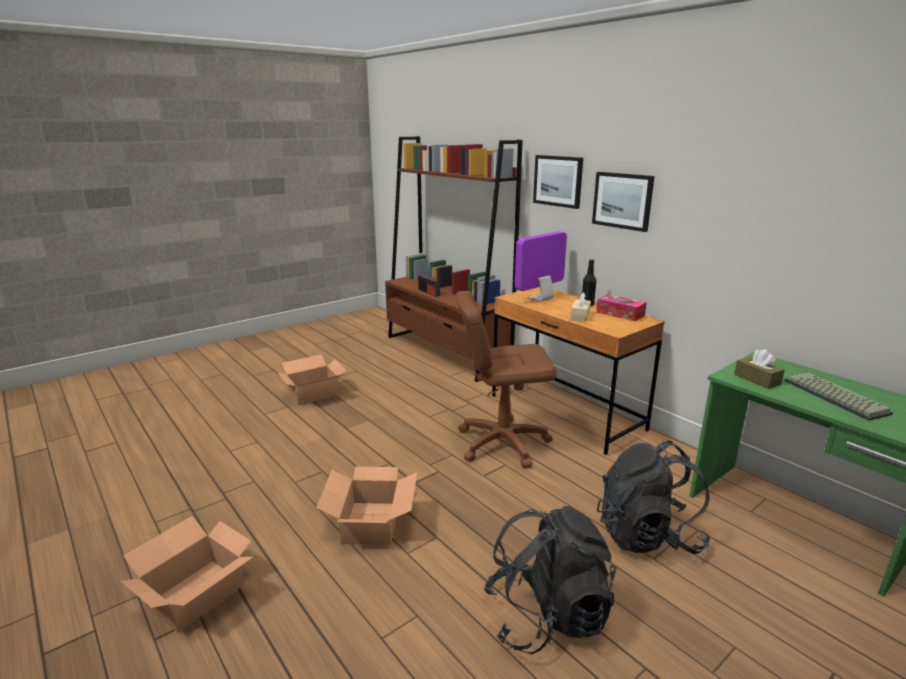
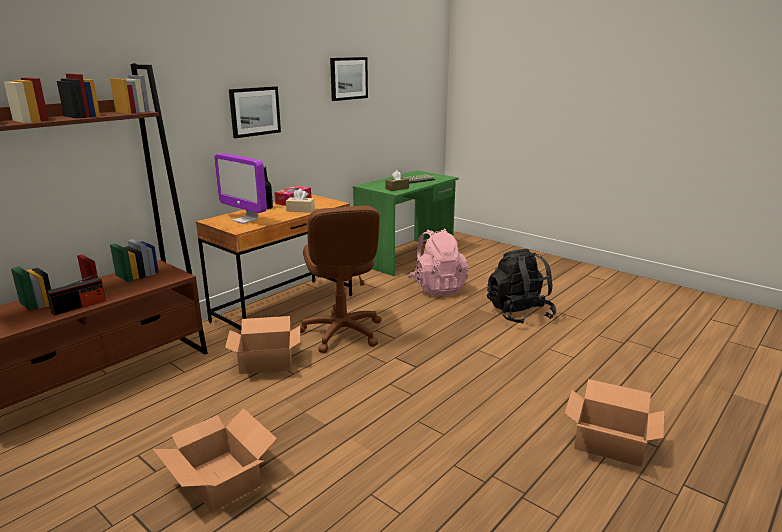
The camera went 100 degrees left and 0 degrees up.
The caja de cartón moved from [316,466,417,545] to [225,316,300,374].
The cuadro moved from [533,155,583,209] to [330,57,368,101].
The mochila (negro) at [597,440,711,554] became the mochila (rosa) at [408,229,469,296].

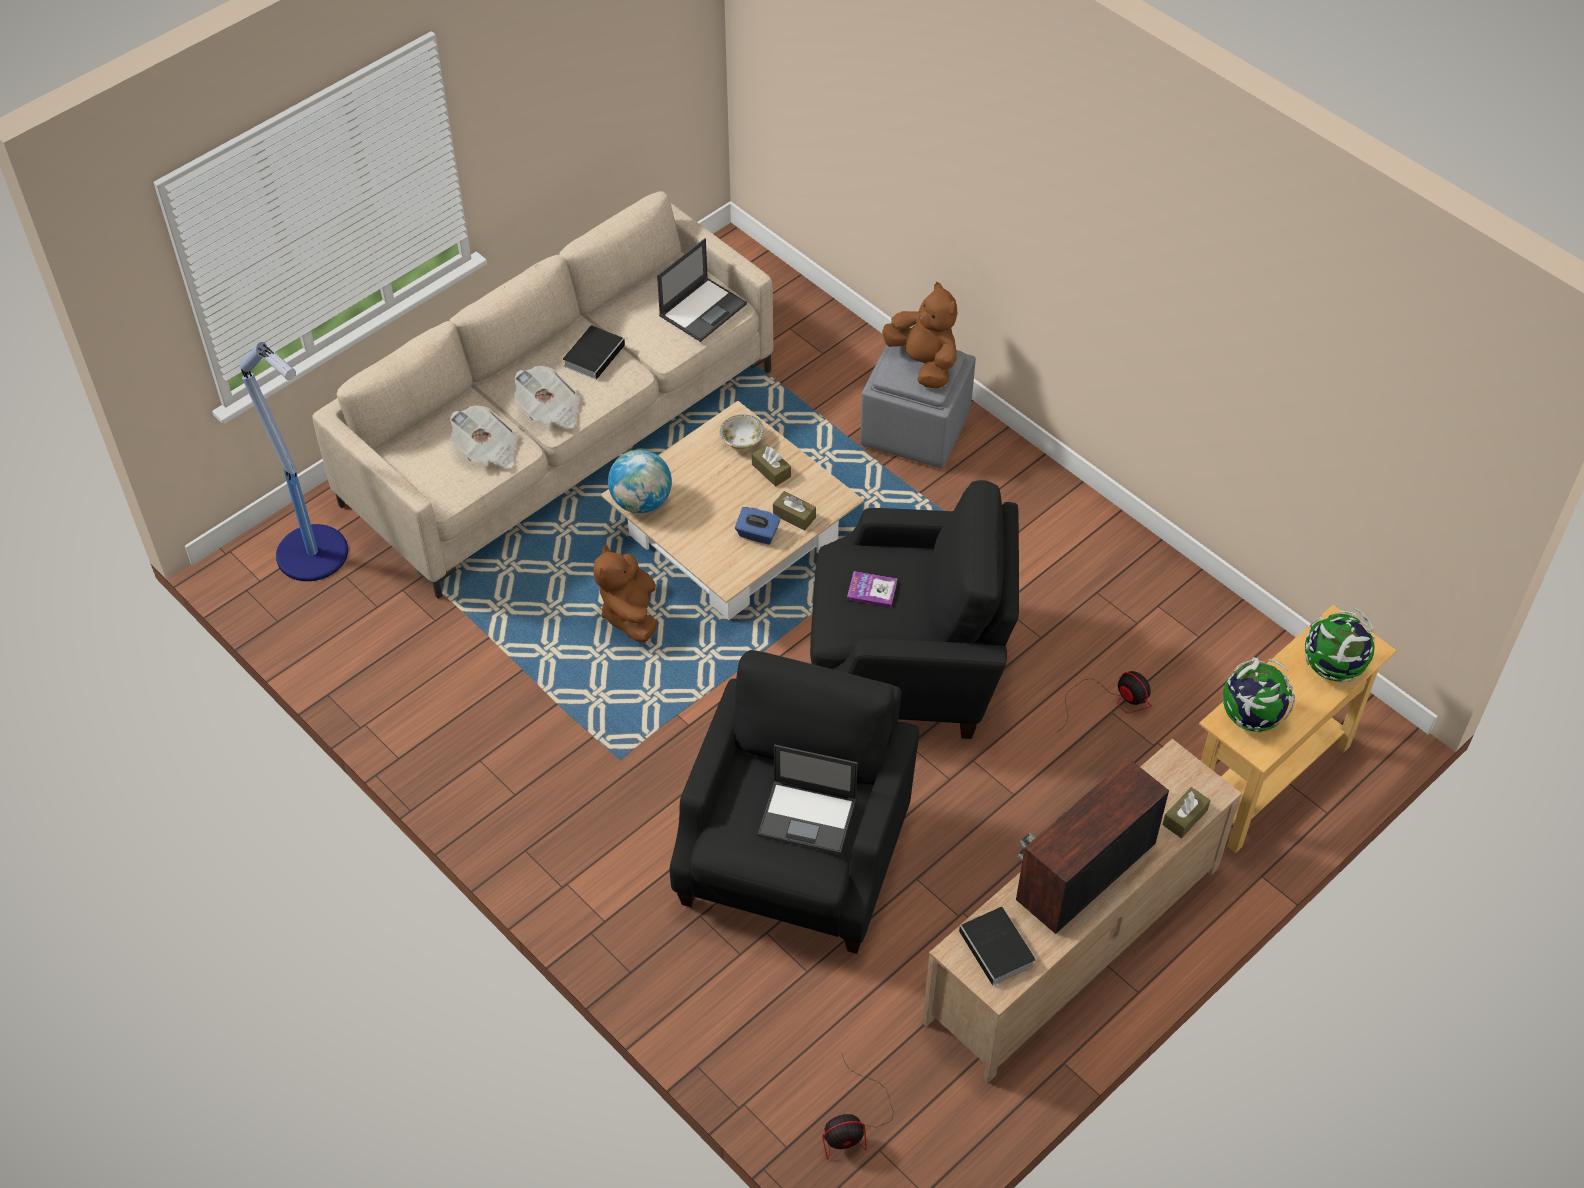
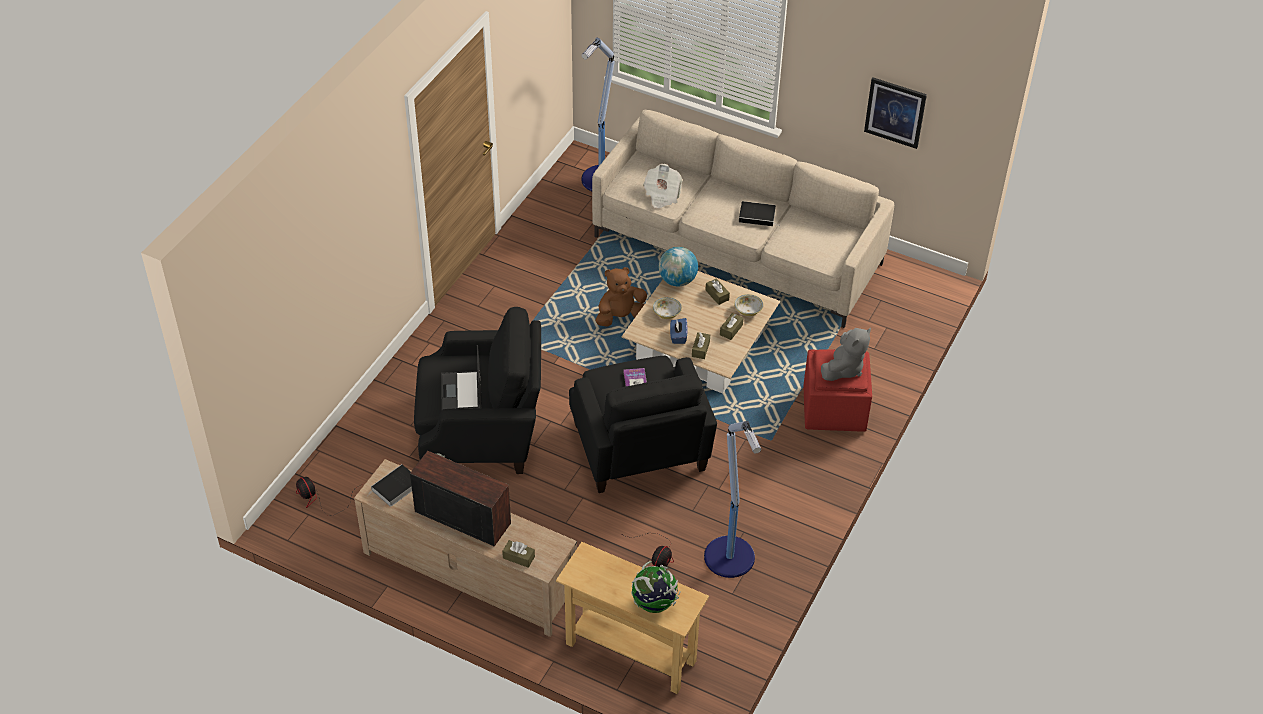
The camera went 70 degrees right and 5 degrees down.
The periódico at [514,366,581,429] disappeared.
The portátil at [657,238,747,342] disappeared.
The puf (gris) at [860,345,976,468] became the puf (rojo) at [804,349,872,432].
The peluche (marrón) at [882,282,957,389] became the peluche (gris) at [821,328,871,381].
The globo terráqueo at [1223,657,1295,732] disappeared.
The cuenco at [653,297,682,319] appeared.
The lámpara de pie at [704,421,761,578] appeared.
The caja de pañuelos (marrón) at [706,279,730,305] appeared.
The cuadro at [864,77,927,149] appeared.

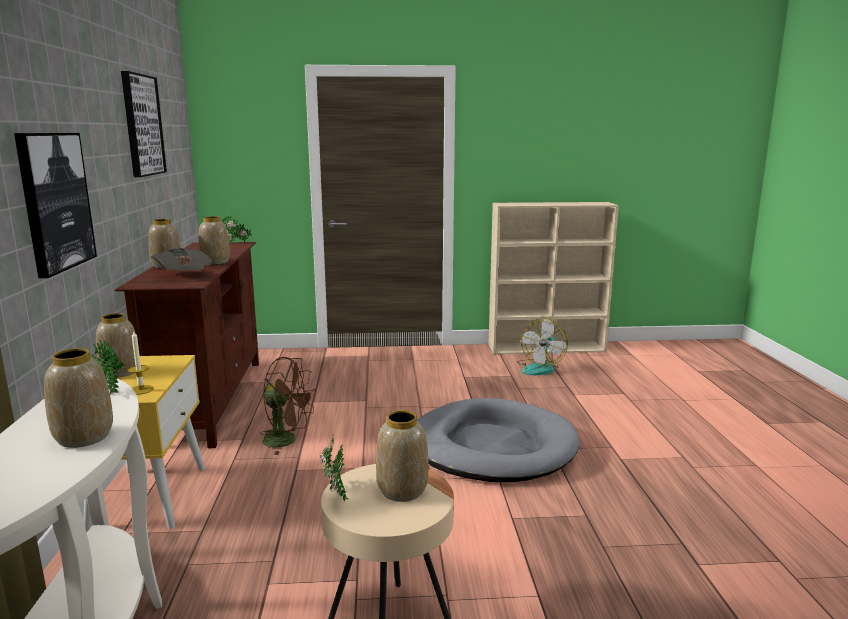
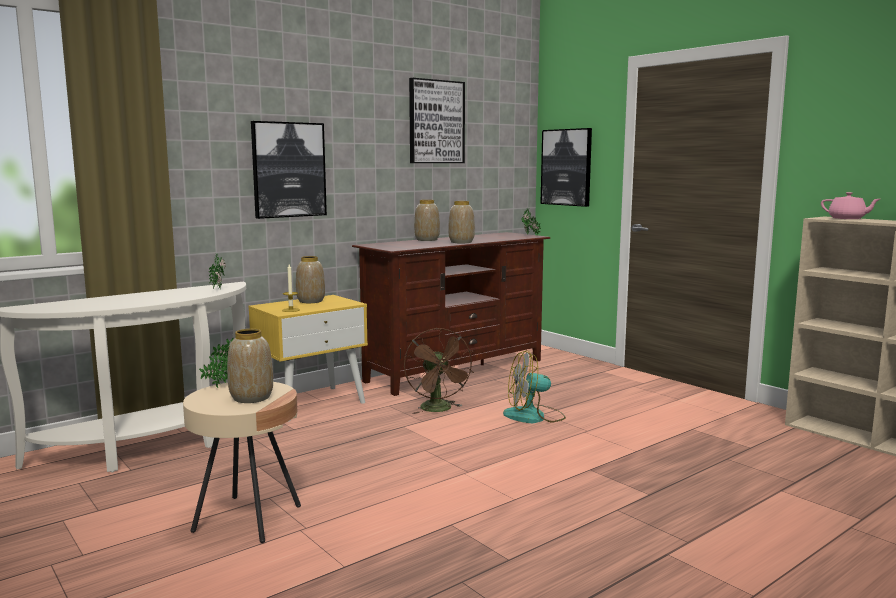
The camera went 55 degrees right and 5 degrees down.
The florero at [44,348,113,448] disappeared.
The periódico at [151,248,213,271] disappeared.
The cama para perro (gris) at [417,398,580,482] disappeared.
The ventilador moved from [517,318,568,375] to [503,350,566,423].
The cuadro at [540,128,592,207] appeared.
The tetera (rosa) at [821,192,880,219] appeared.

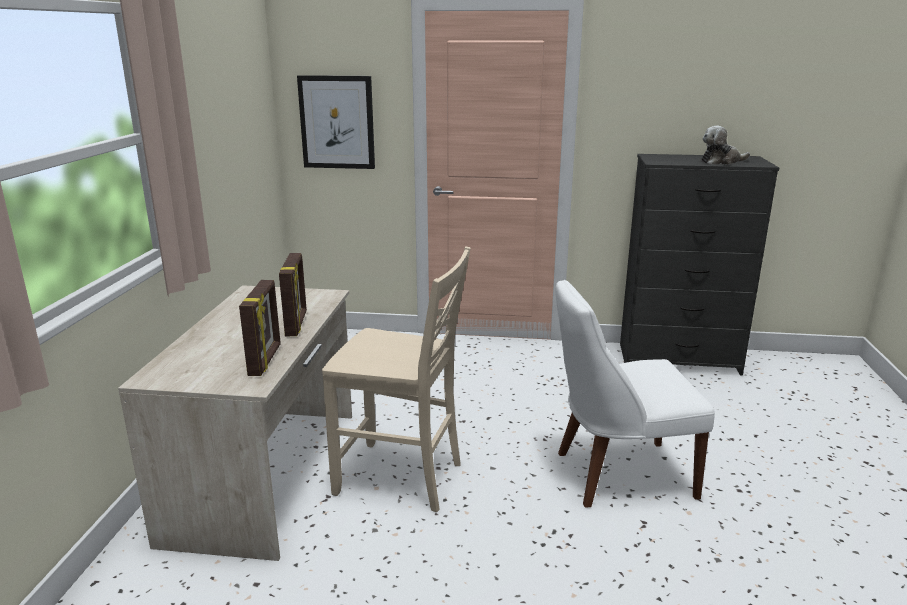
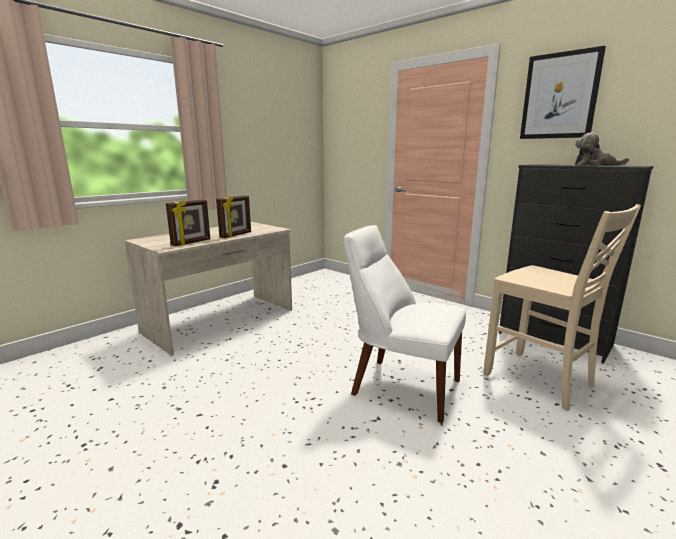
The camera went 35 degrees right and 5 degrees down.
The cuadro moved from [297,75,375,169] to [520,46,606,139].
The silla (beis) moved from [322,246,471,512] to [483,204,641,411].

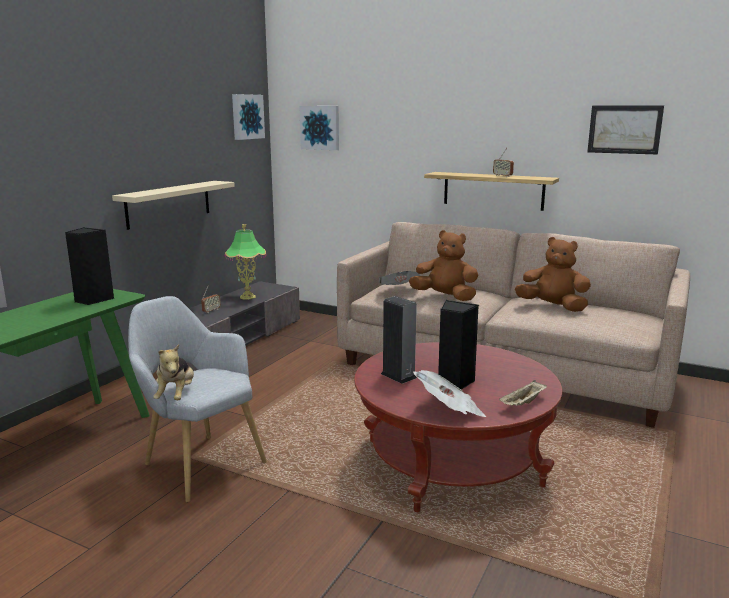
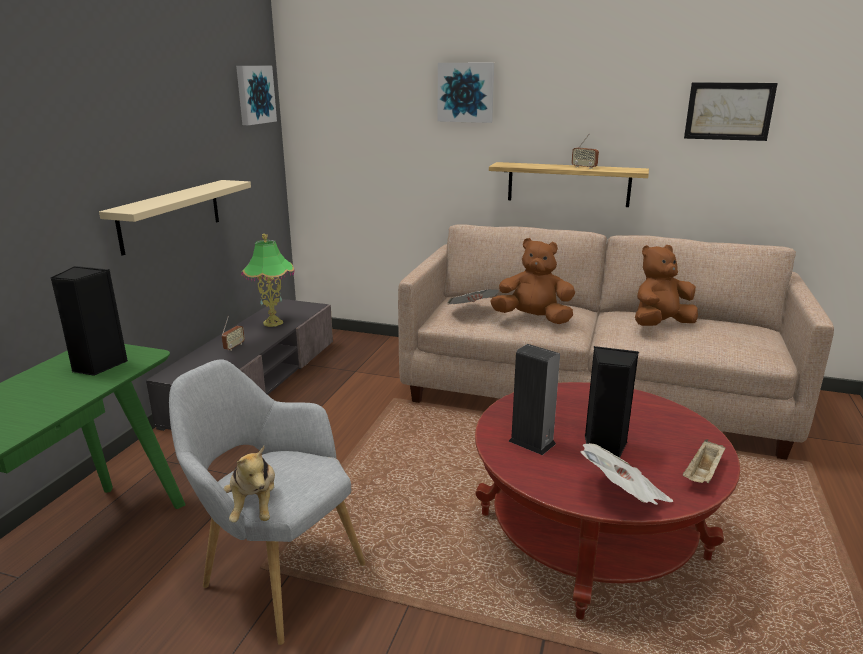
The camera went 10 degrees left and 5 degrees up.
The cuadro moved from [299,106,339,150] to [438,63,494,123].
The peluche (marrón) at [515,237,591,312] turned 45 degrees counterclockwise.

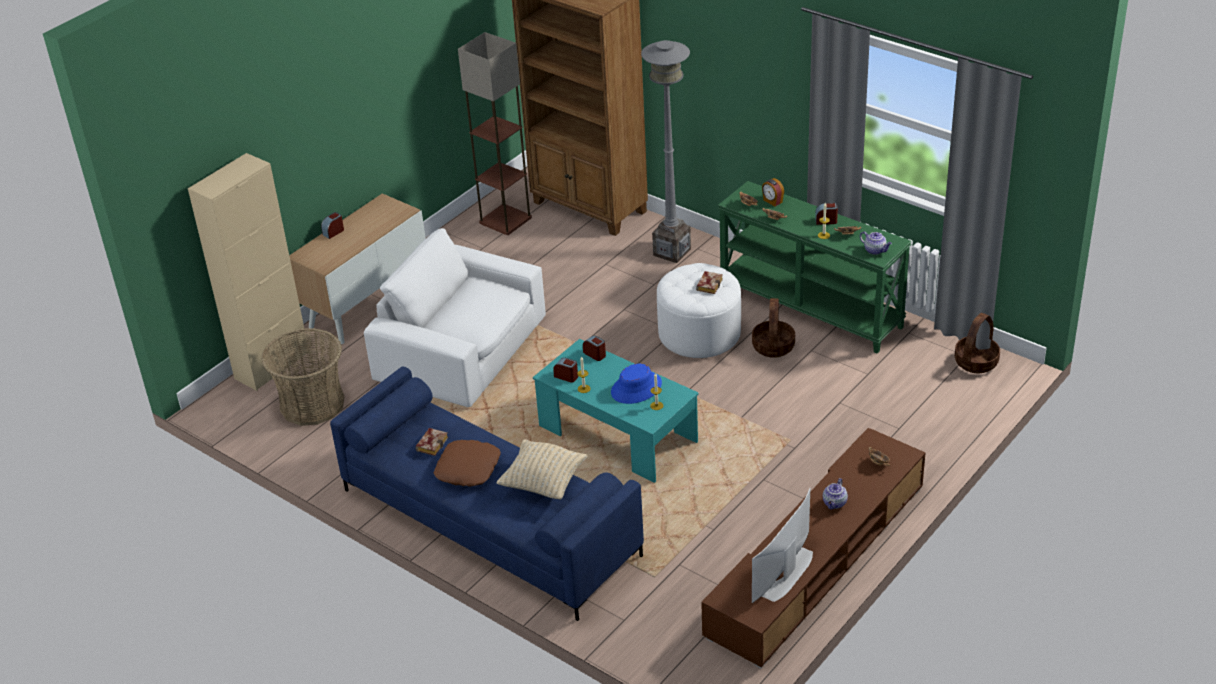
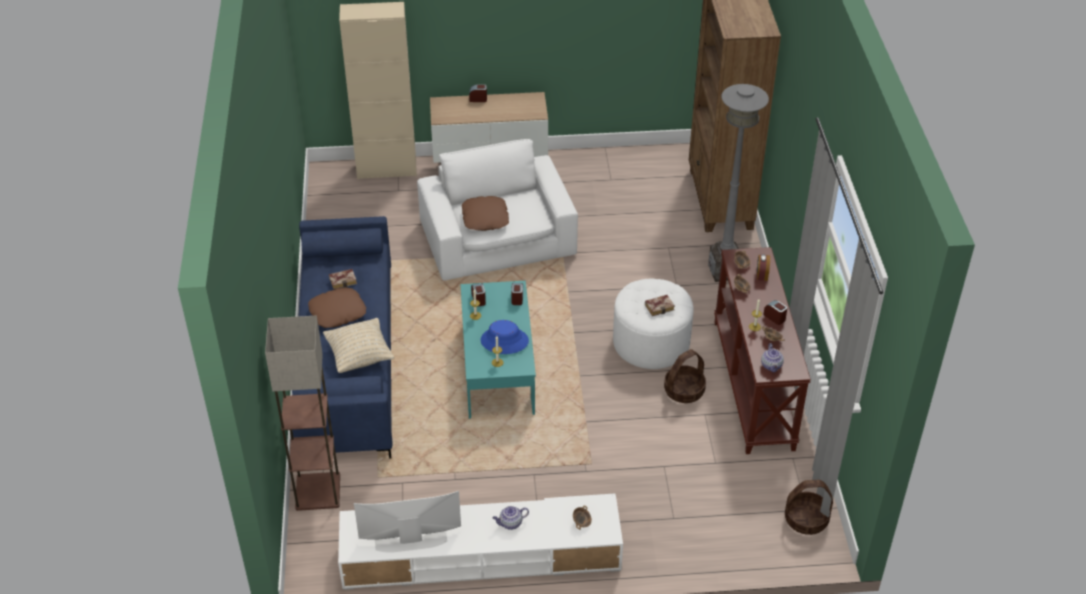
The camera went 45 degrees right and 5 degrees up.
The cesta at [262,328,344,426] disappeared.
The lámpara de pie moved from [458,32,532,235] to [265,315,340,511].
The mueble de televisión (marrón) at [701,428,925,668] became the mueble de televisión (blanco) at [338,493,623,590].
The mesa consola (verde) at [718,181,912,354] became the mesa consola (marrón) at [714,247,811,454].
The cojín (marrón) at [462,196,509,231] appeared.

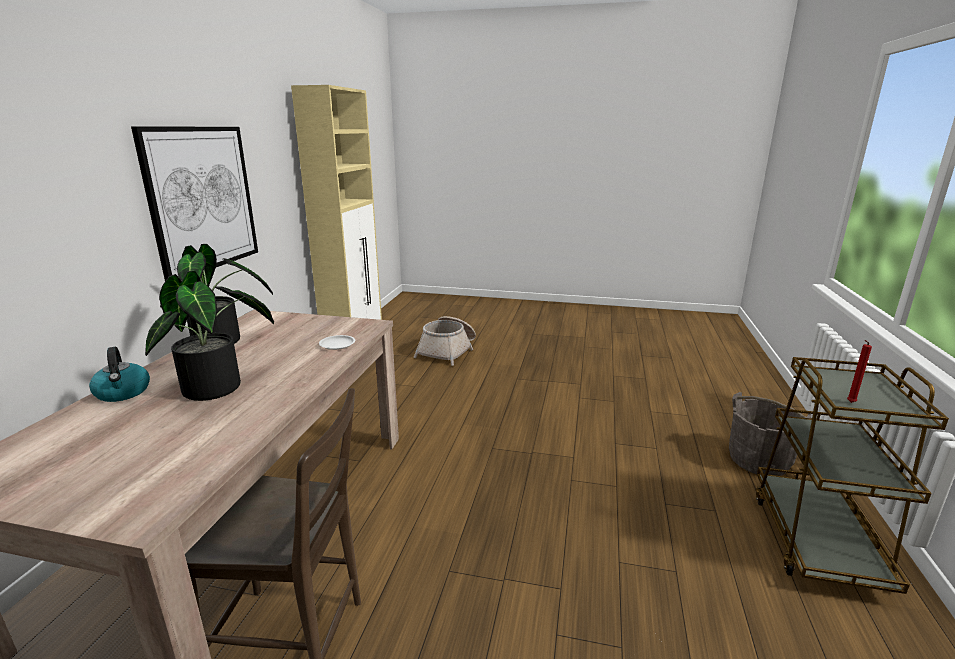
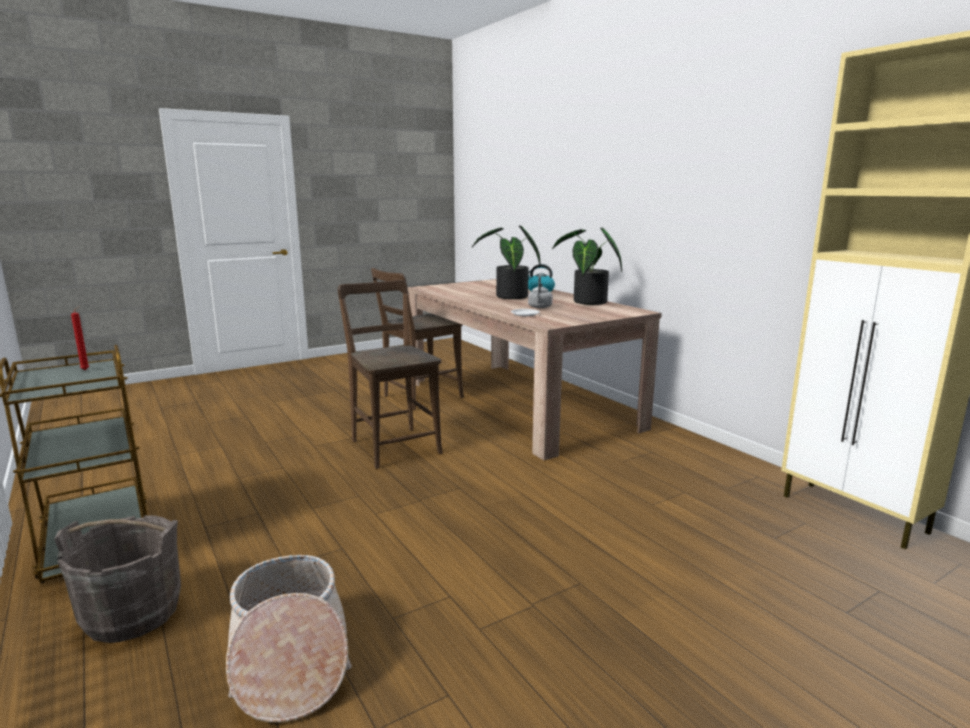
The camera went 135 degrees right and 5 degrees down.
The cuadro at [131,126,258,281] disappeared.
The cesta moved from [414,316,476,366] to [226,555,352,722].
The silla (marrón) at [338,280,443,469] appeared.
The hervidor (gris) at [528,276,553,308] appeared.

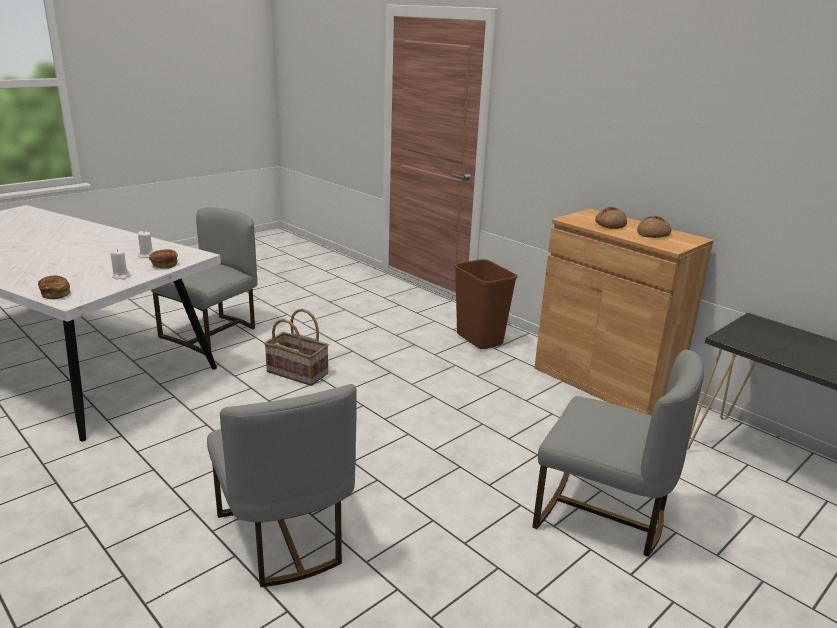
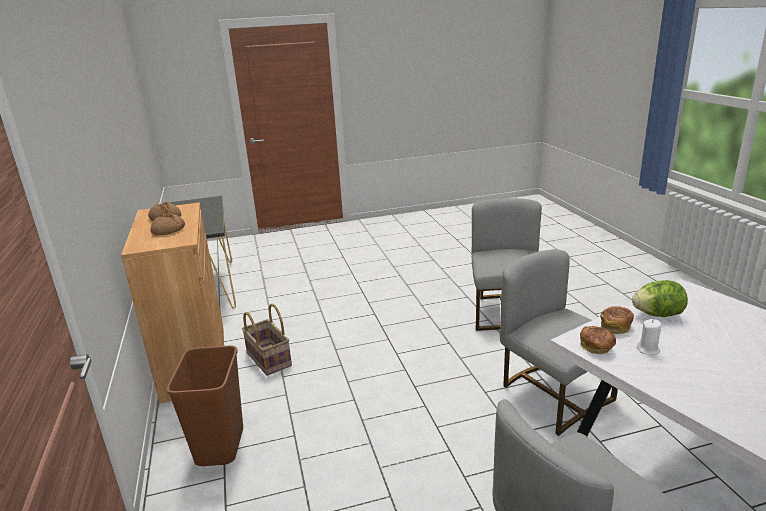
The camera went 150 degrees left and 0 degrees up.
The pan moved from [38,276,71,299] to [580,326,616,354].
The vela (blanco) at [110,249,130,279] was replaced by the lechuga at [632,280,688,317].
The cesta moved from [264,309,329,386] to [242,303,292,376].
The silla (gris) moved from [533,350,704,557] to [500,249,618,436].

